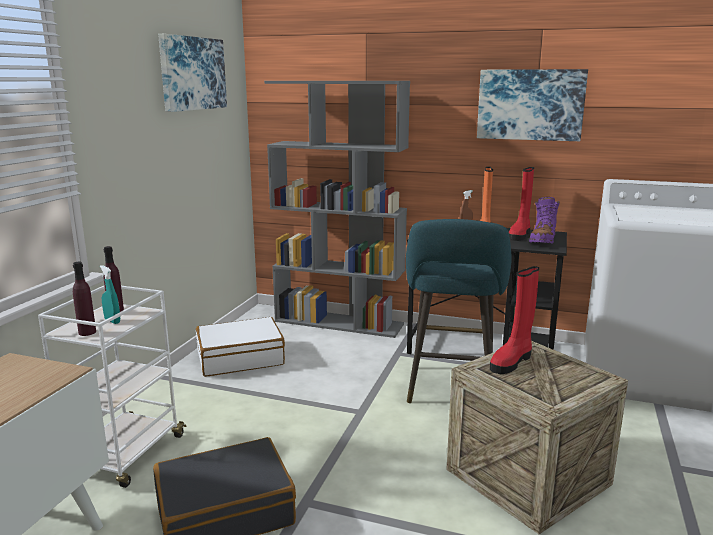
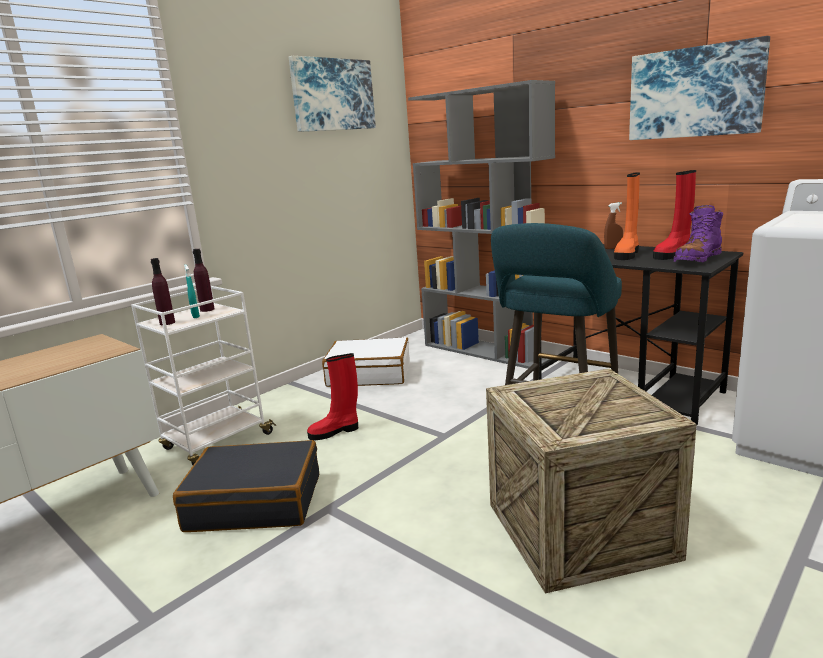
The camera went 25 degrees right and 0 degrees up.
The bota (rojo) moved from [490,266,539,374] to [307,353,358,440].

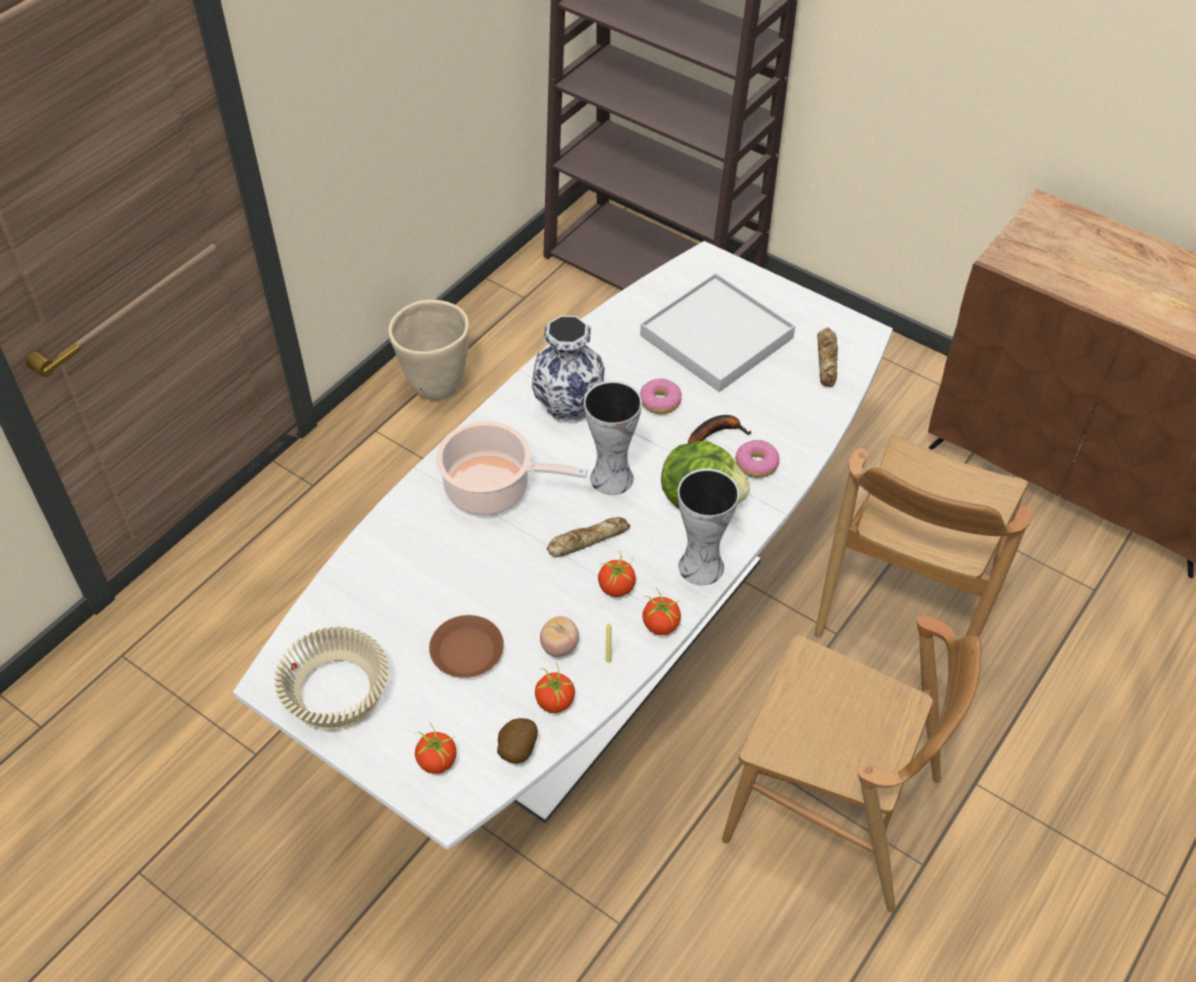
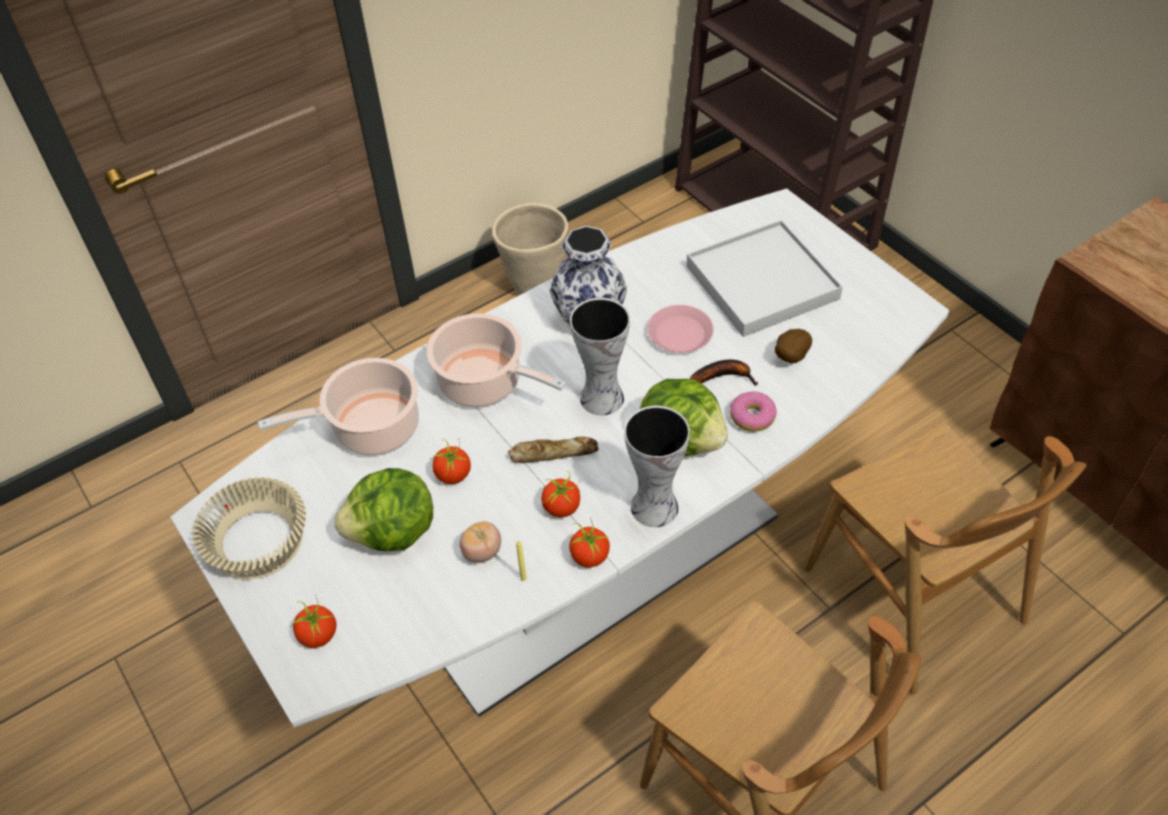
The camera went 20 degrees right and 0 degrees up.
The plato (marrón) at [429,615,504,678] was replaced by the lechuga at [334,468,433,551].
The patata moved from [497,718,538,764] to [775,329,812,363].
The tomate moved from [535,665,575,713] to [430,439,471,484].
The rosquilla at [640,378,682,414] was replaced by the plato (rosa) at [648,305,713,353].
The silla (marrón) at [815,436,1033,637] turned 75 degrees counterclockwise.
The pan at [817,327,838,387] disappeared.
The olla at [258,358,419,456] appeared.

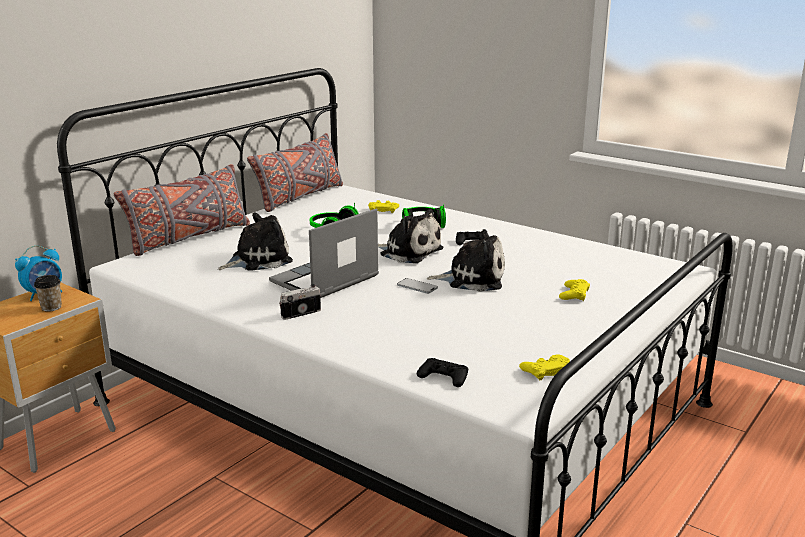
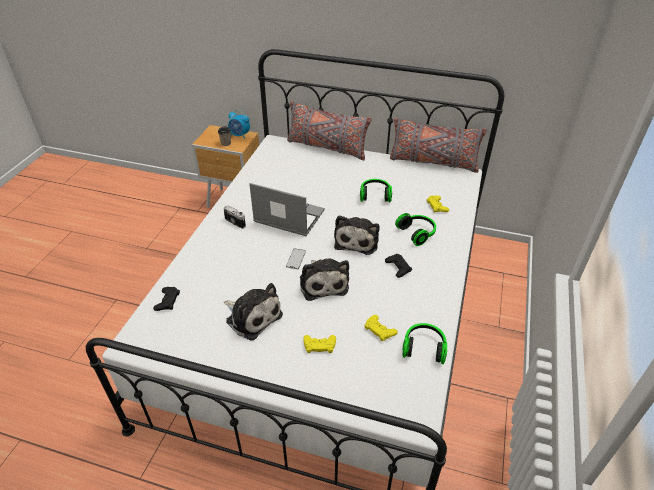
The camera went 70 degrees right and 20 degrees up.
The peluche moved from [218,213,293,271] to [224,283,283,341].
The mando de consola (amarillo) moved from [519,354,570,380] to [364,315,398,342].
The auriculares at [402,323,447,364] appeared.

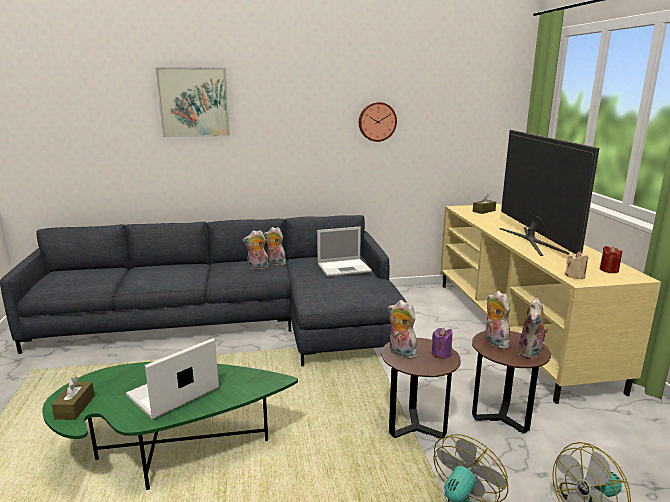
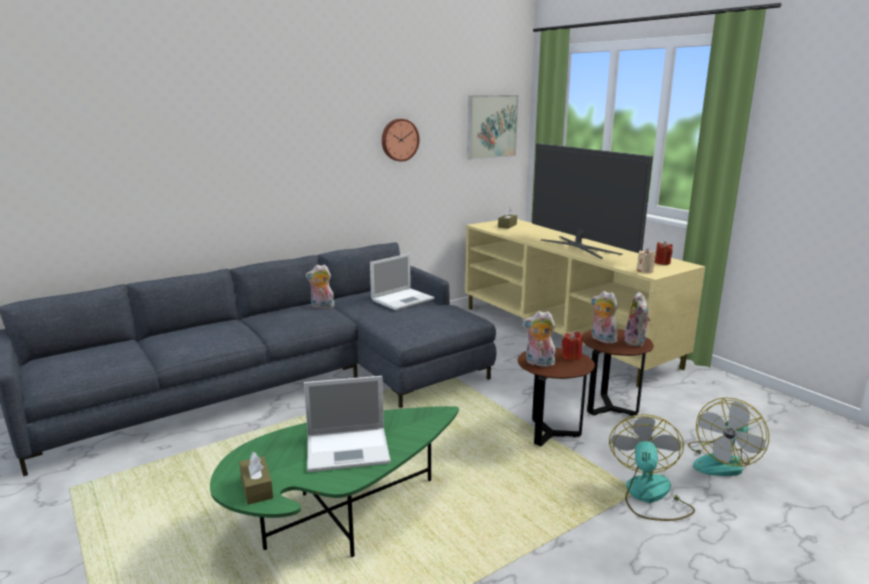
The camera went 25 degrees left and 0 degrees up.
The portátil at [126,338,219,420] turned 120 degrees counterclockwise.
The cuadro moved from [155,67,230,137] to [467,95,518,160].
The peluche at [243,230,269,270] disappeared.
The vela (morado) at [432,328,452,359] became the vela (rojo) at [562,331,583,361].

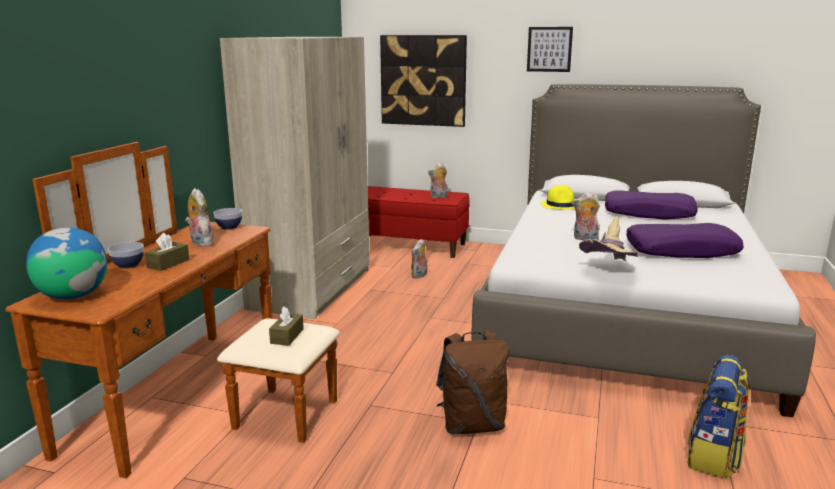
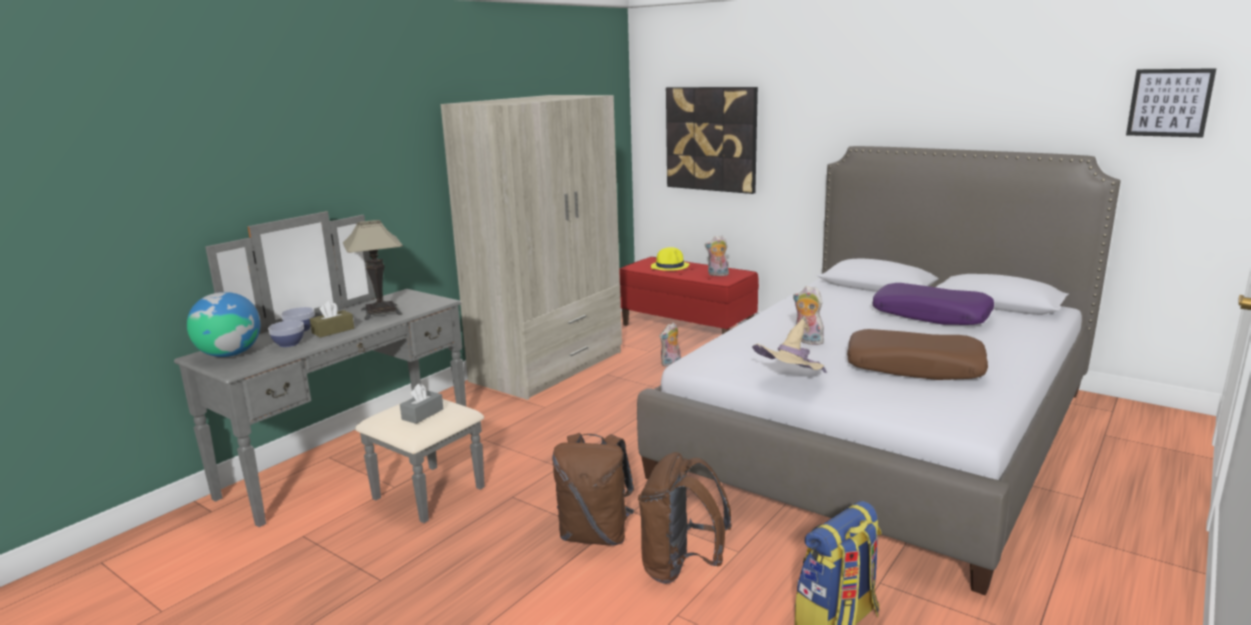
The camera went 20 degrees right and 0 degrees up.
The cómoda (marrón) at [6,142,340,478] became the cómoda (gris) at [174,211,485,527].
The peluche at [185,188,214,247] was replaced by the lámpara de mesa at [343,220,403,320].
The cuenco moved from [214,208,242,230] to [268,320,304,347].
The caja de pañuelos (marrón) at [269,306,304,346] became the caja de pañuelos (gris) at [400,384,444,424].
The cuadro moved from [527,27,573,72] to [1126,68,1217,138].
The sombrero (amarillo) moved from [541,185,575,210] to [651,247,689,271].
The cojín (morado) at [626,223,744,258] became the cojín (marrón) at [847,329,988,380].
The mochila (marrón) at [638,452,732,584] appeared.

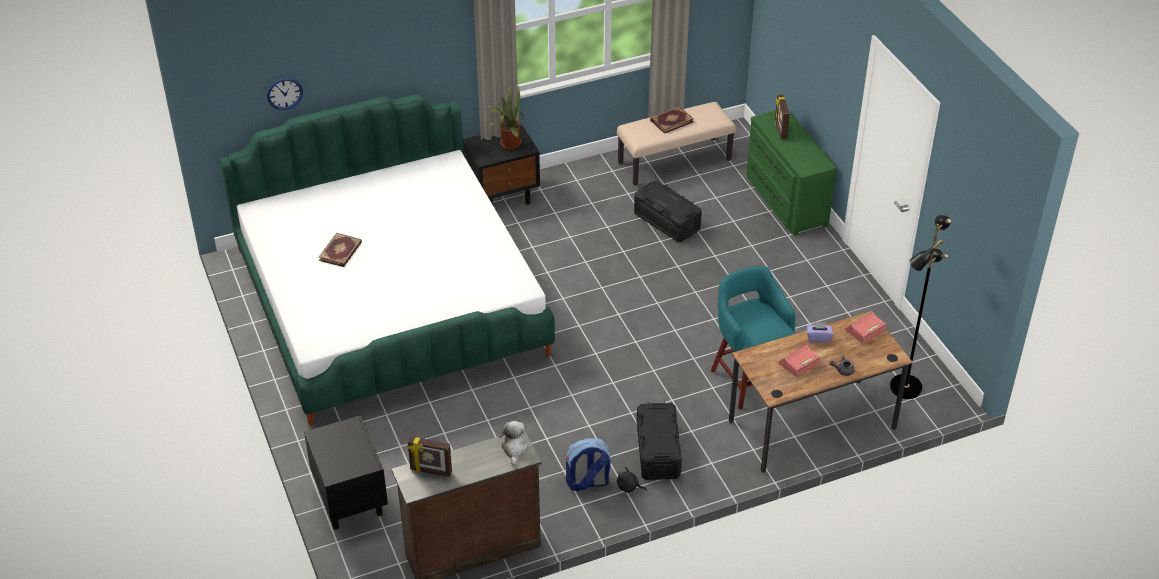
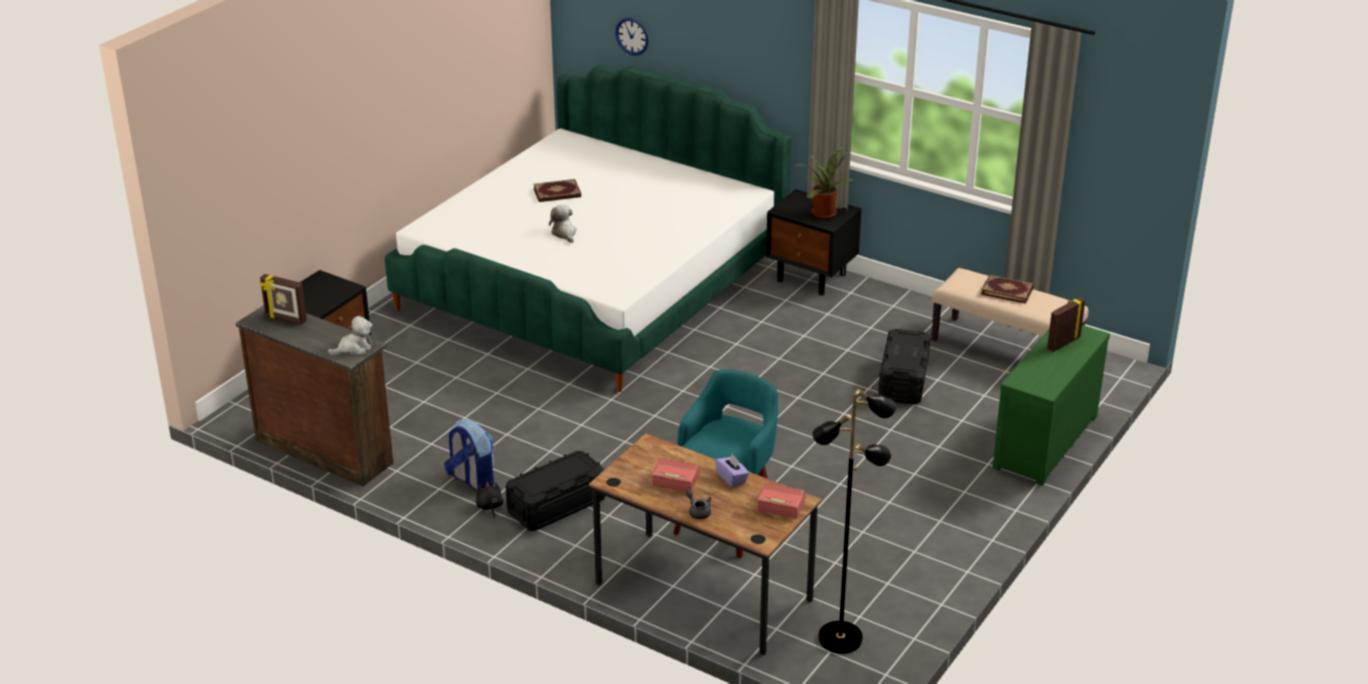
The camera went 55 degrees right and 10 degrees down.
The portarretratos at [408,436,452,477] turned 45 degrees counterclockwise.
The peluche at [549,205,576,243] appeared.

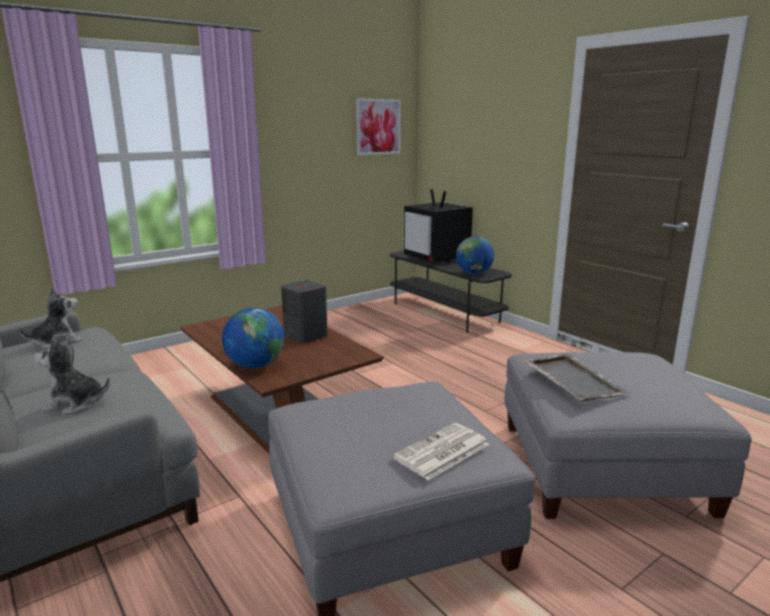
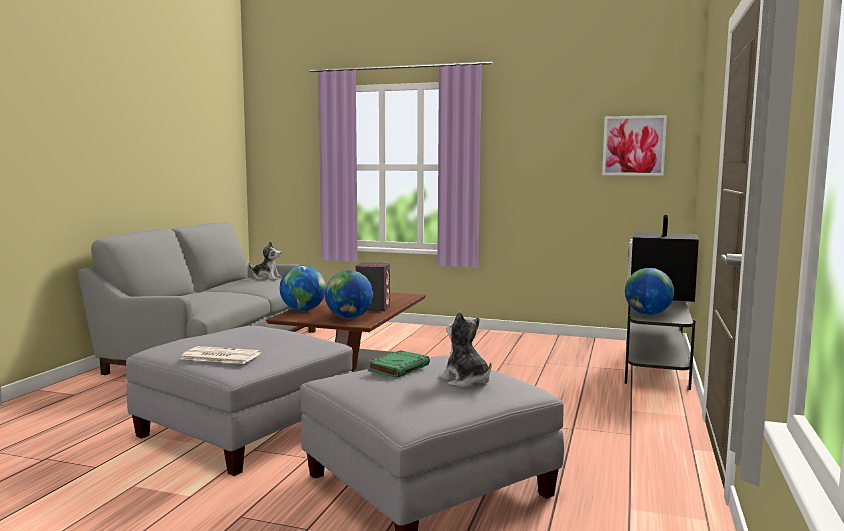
The camera went 55 degrees right and 10 degrees down.
The peluche moved from [34,338,110,415] to [439,311,491,388].
The bandeja (gris) at [522,353,632,402] was replaced by the libro (verde) at [368,350,430,378].
The globo terráqueo at [325,270,373,319] appeared.

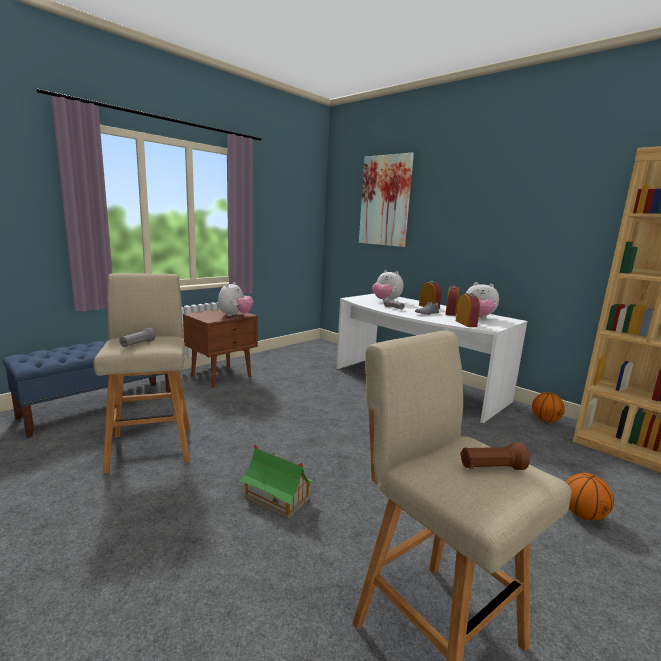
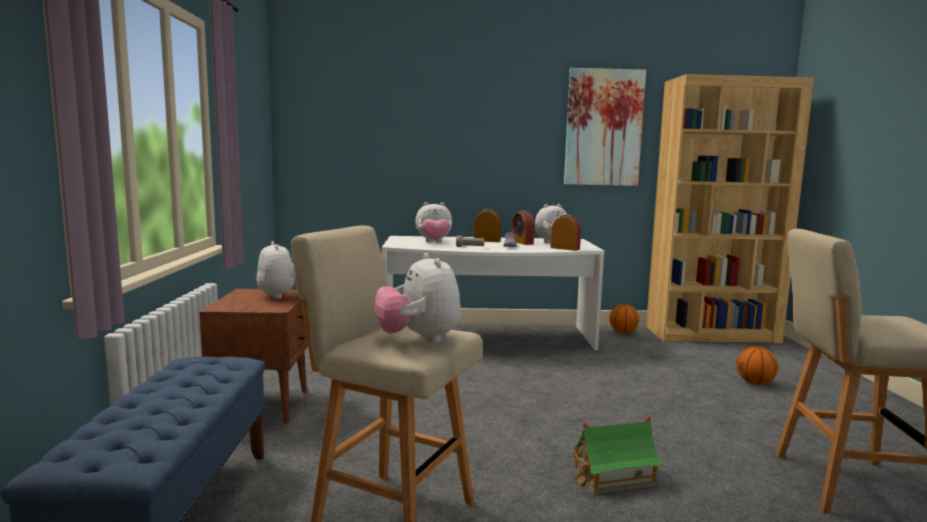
The camera went 45 degrees left and 5 degrees down.
The linterna (gris) at [119,327,156,347] was replaced by the peluche at [374,253,461,343].
The cuadro moved from [359,153,414,247] to [564,68,646,186].
The linterna (marrón) at [460,443,530,470] disappeared.

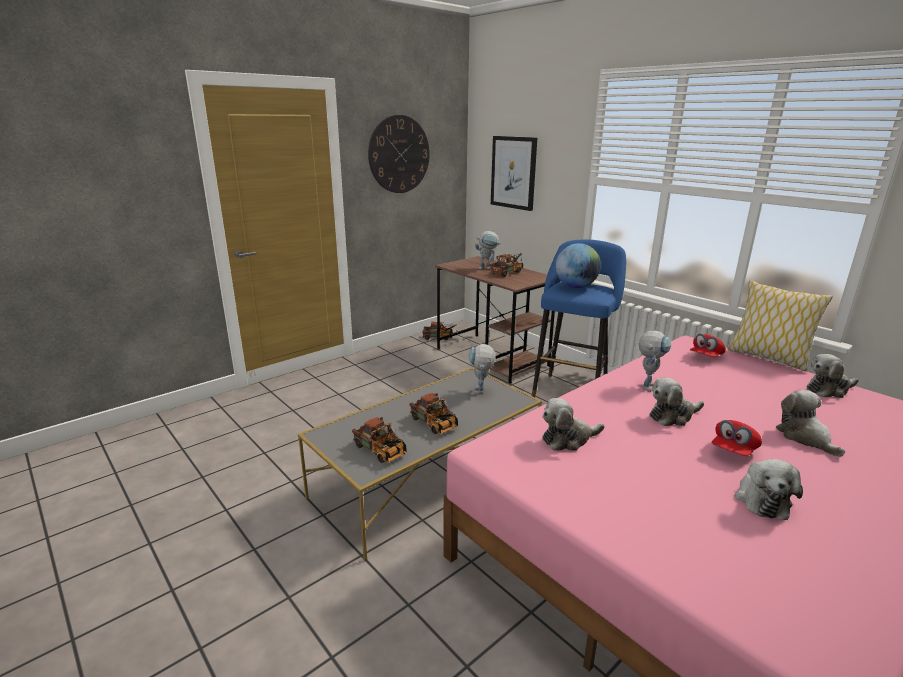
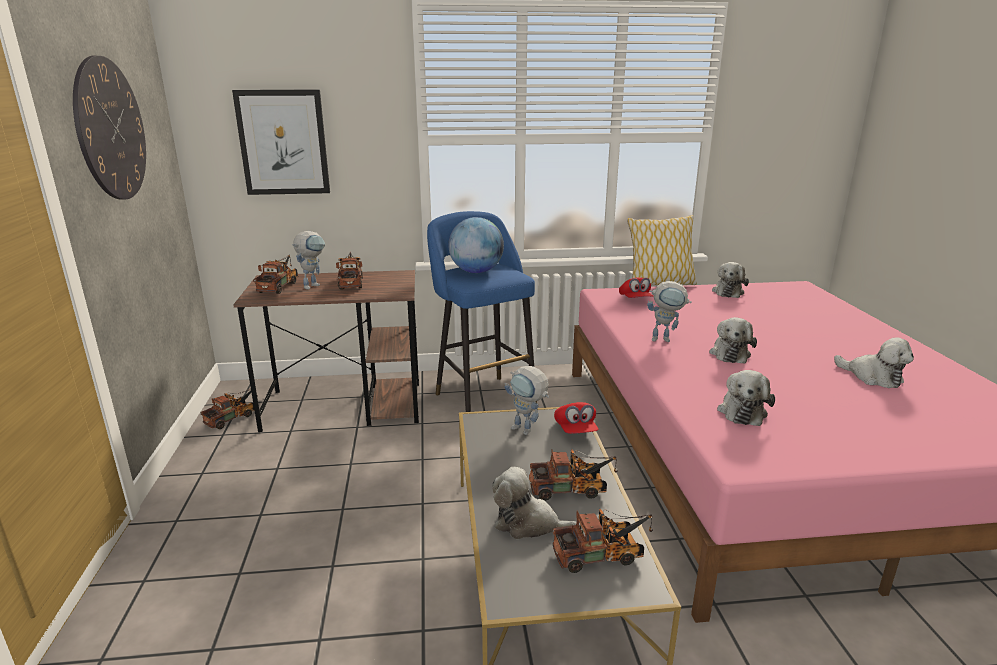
The camera went 55 degrees left and 0 degrees up.
The robot de juguete at [639,331,672,392] turned 120 degrees clockwise.
The gorra (rojo) moved from [712,420,762,456] to [554,402,598,434].
The peluche moved from [776,390,845,457] to [492,467,577,539].
The camión de juguete at [253,255,298,294] appeared.

